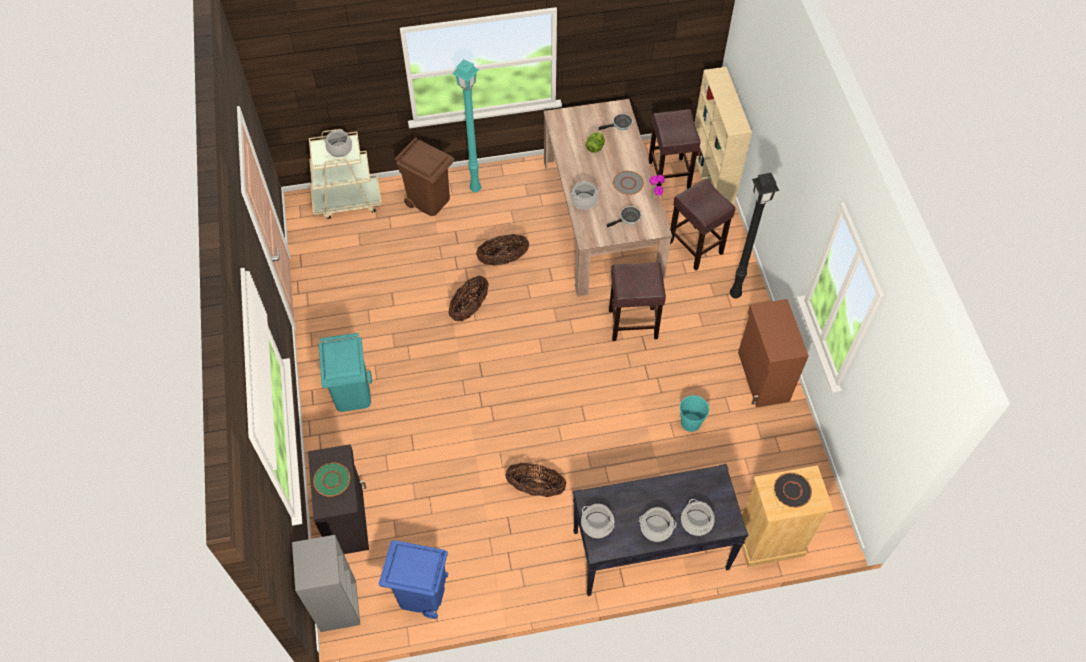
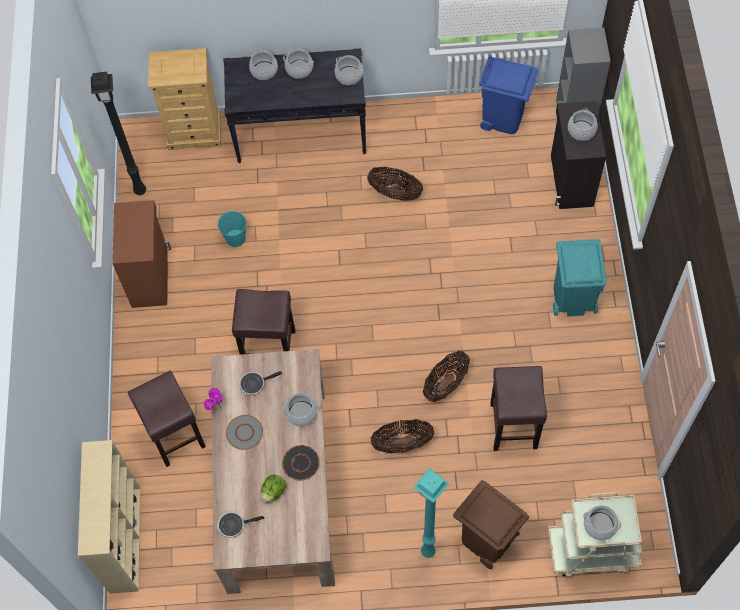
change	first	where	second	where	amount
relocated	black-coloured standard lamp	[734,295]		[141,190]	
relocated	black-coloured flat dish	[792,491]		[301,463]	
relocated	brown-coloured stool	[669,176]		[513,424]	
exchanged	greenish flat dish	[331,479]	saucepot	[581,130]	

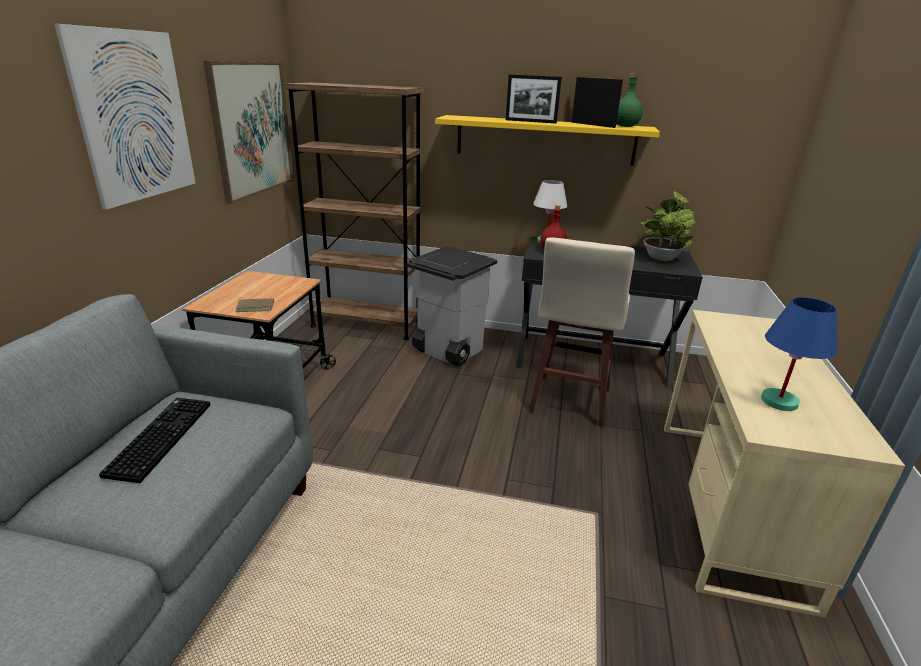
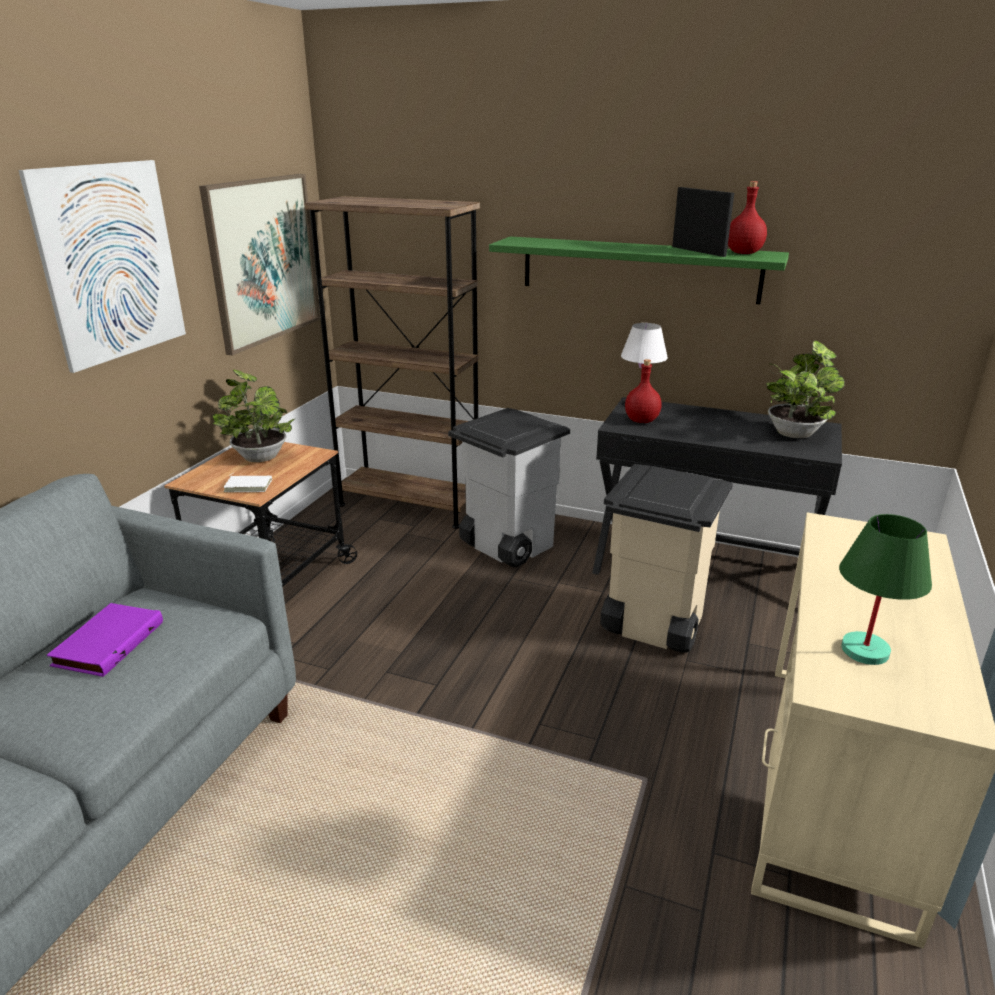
change	first	where	second	where	amount
exchanged	computer keyboard	[159,437]	purplish book	[107,643]	
appeared			houseplant	[259,456]	
colour	brown-coloured book	[256,306]	whitish book	[249,485]	
colour	yellow wall shelf	[544,140]	greenish wall shelf	[639,269]	
exchanged	sand-coloured stool	[569,402]	sand-coloured rubbish bin	[651,626]	
colour	greenish beverage bottle	[625,126]	reddish beverage bottle	[743,253]	
colour	bluish tabletop lamp	[779,401]	greenish tabletop lamp	[865,650]	
missing	standing frame	[530,121]			

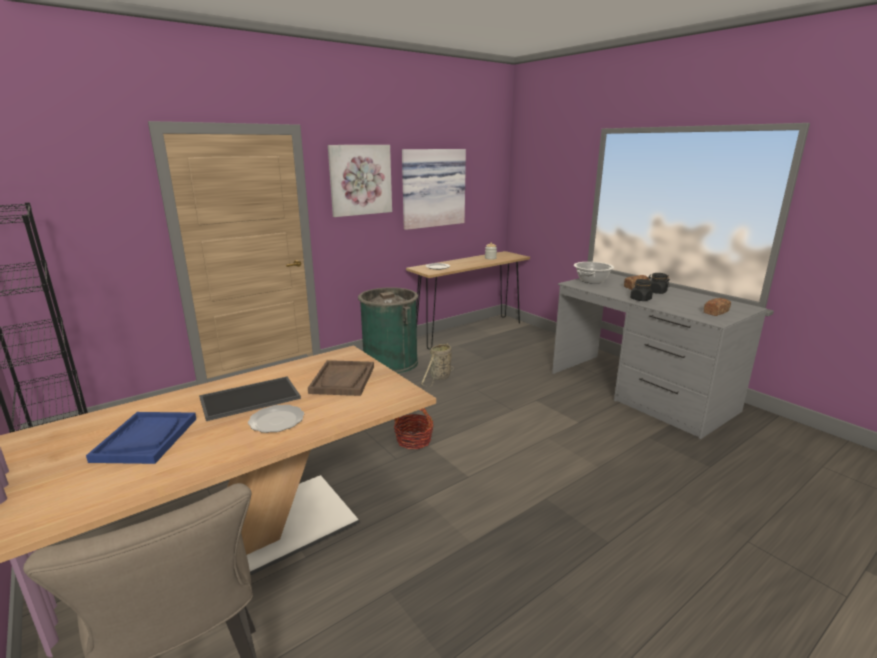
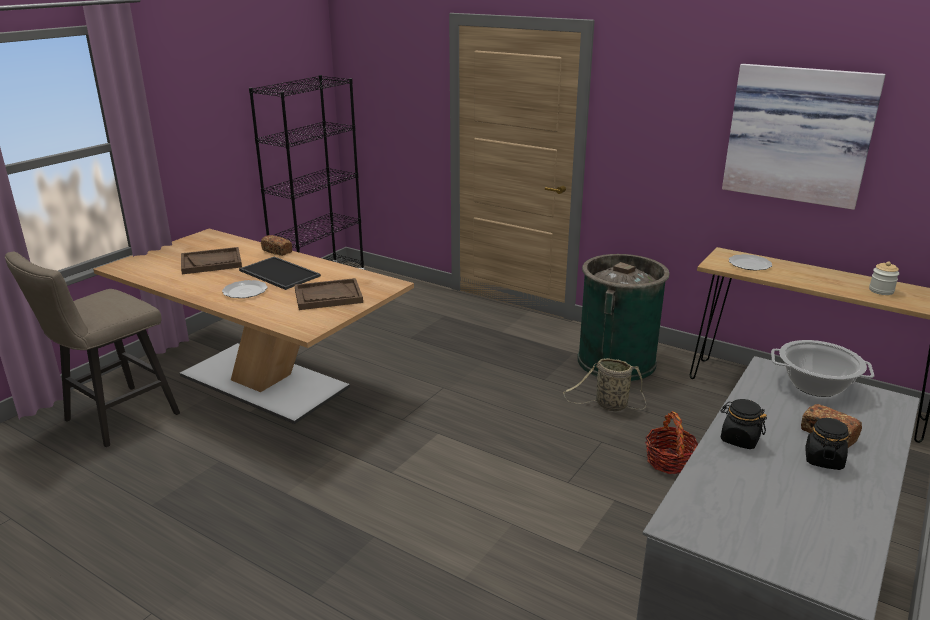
change	first	where	second	where	amount
colour	bluish carrying tray	[146,439]	brown-coloured carrying tray	[211,262]	
relocated	bread	[716,312]		[277,251]	
relocated	storage basket	[414,440]		[669,461]	
missing	wall picture	[360,180]			

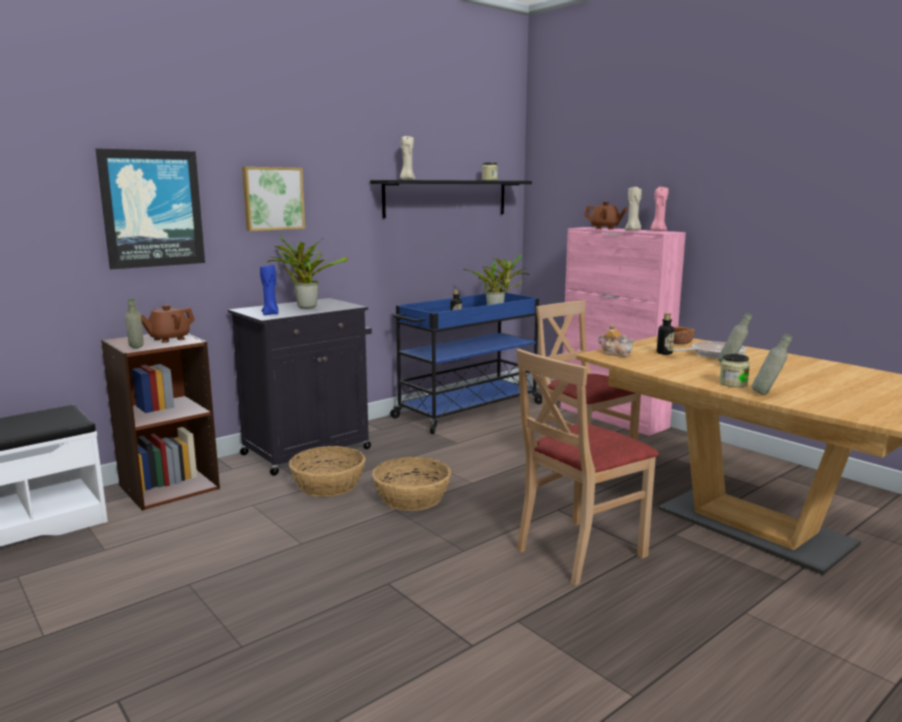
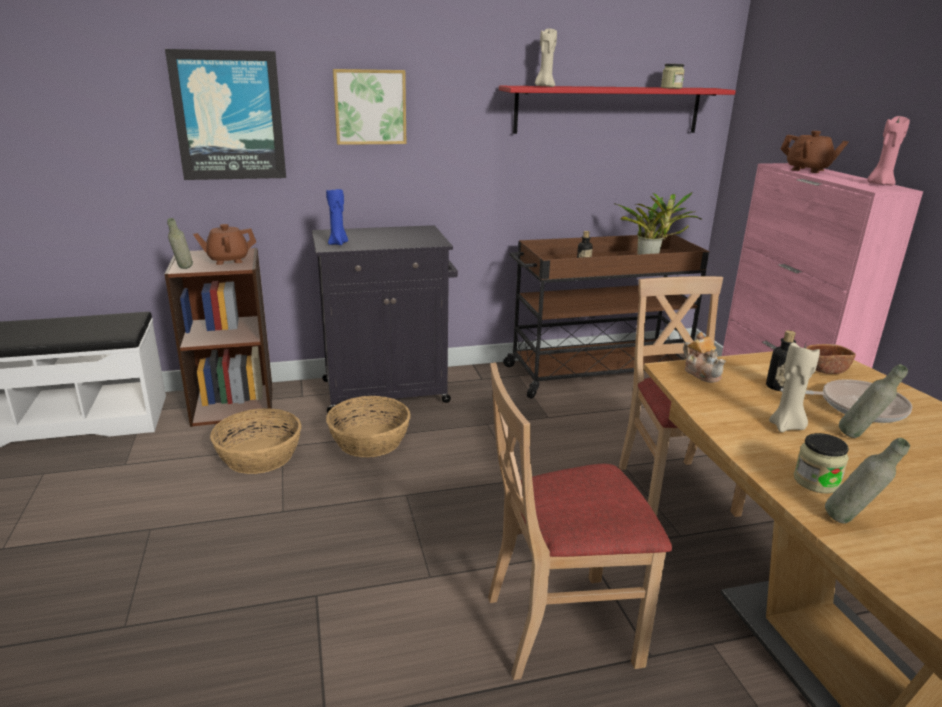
change	first	where	second	where	amount
relocated	storage basket	[412,498]		[259,456]	
colour	black-coloured wall shelf	[446,198]	reddish wall shelf	[608,110]	
colour	bluish trolley	[467,411]	brown-coloured trolley	[596,374]	
relocated	sand-coloured wax light	[633,230]		[787,427]	
missing	houseplant	[305,307]			

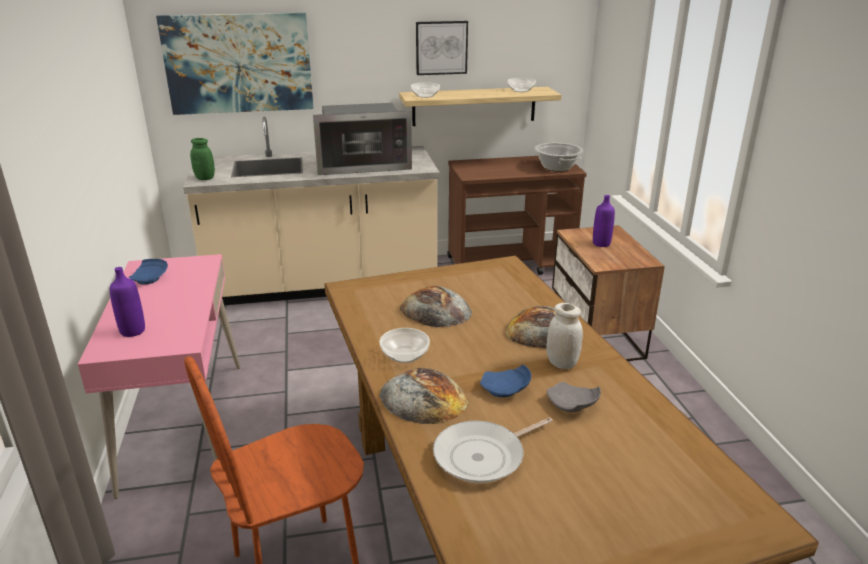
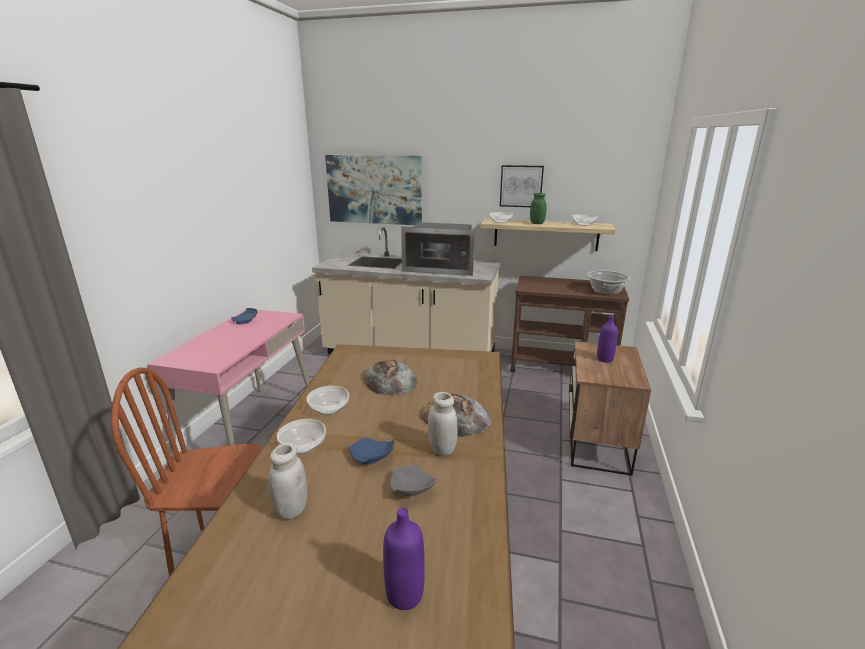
change	first	where	second	where	amount
exchanged	frying pan	[483,456]	whitish preserve jar	[291,509]	
exchanged	bread	[423,398]	deep dish	[303,445]	
relocated	purplish beverage bottle	[132,331]		[405,594]	
relocated	greenish preserve jar	[205,178]		[537,223]	

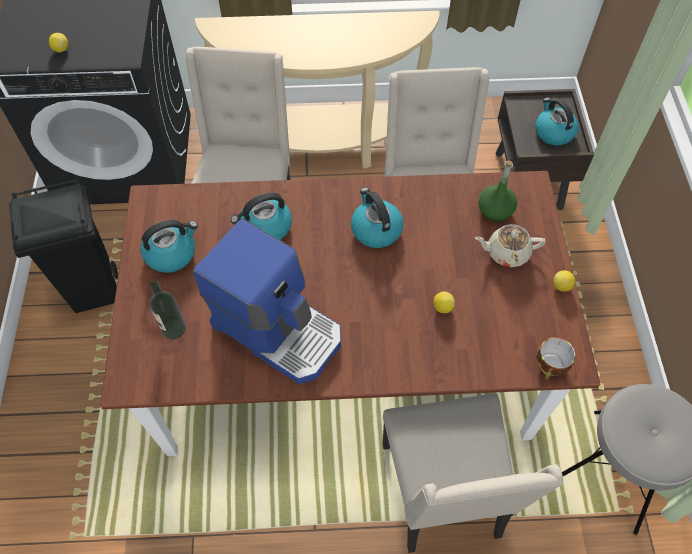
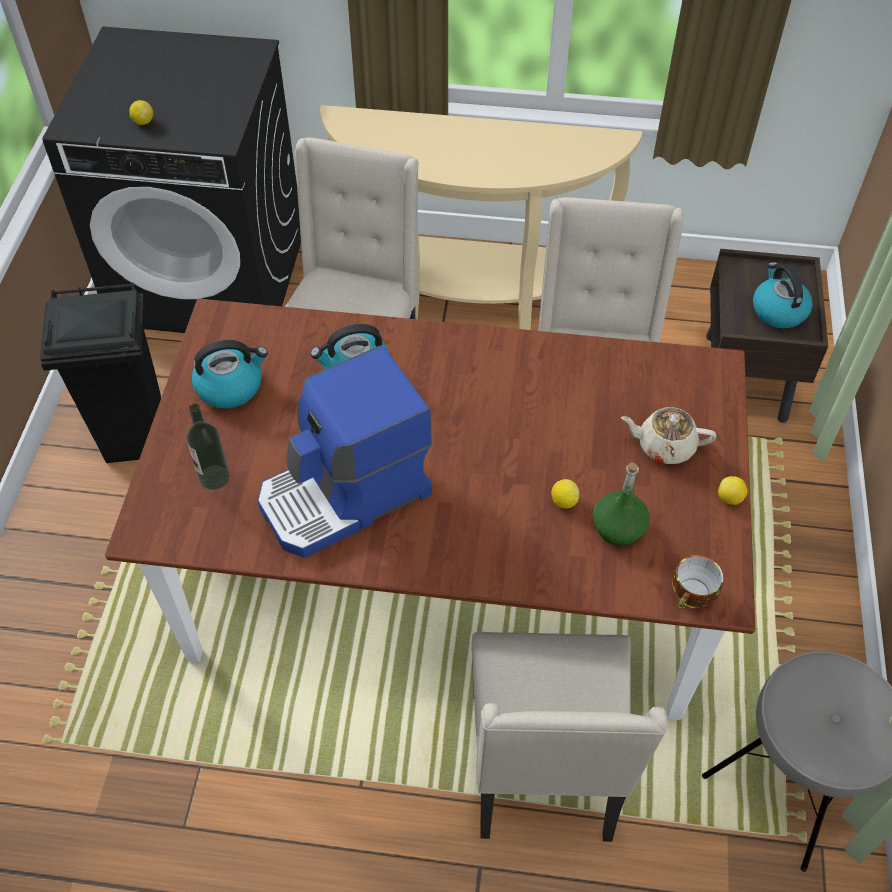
change	first	where	second	where	amount
spun	coffee maker	[279,329]		[346,496]	105 degrees clockwise
relocated	greenish beverage bottle	[495,210]		[618,528]	
missing	tea kettle	[375,229]			

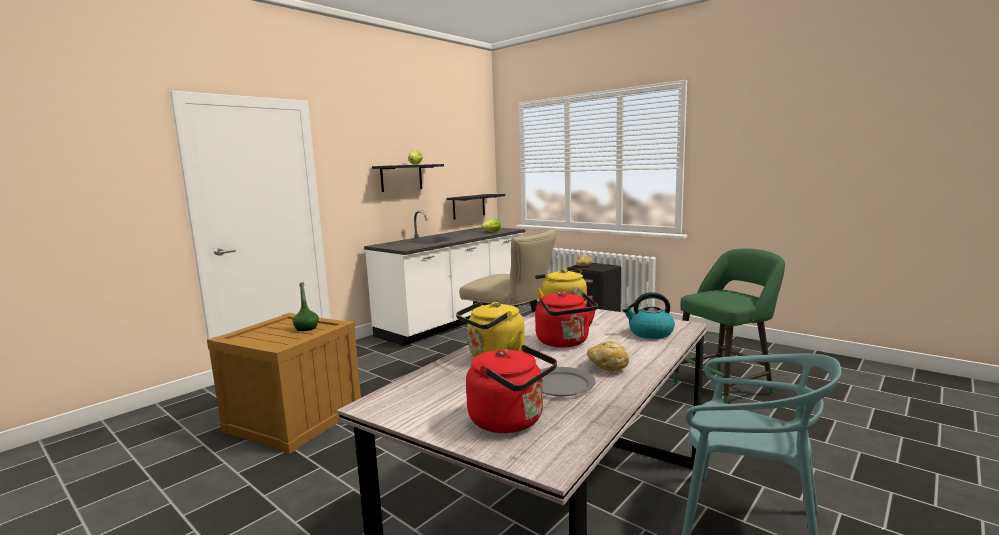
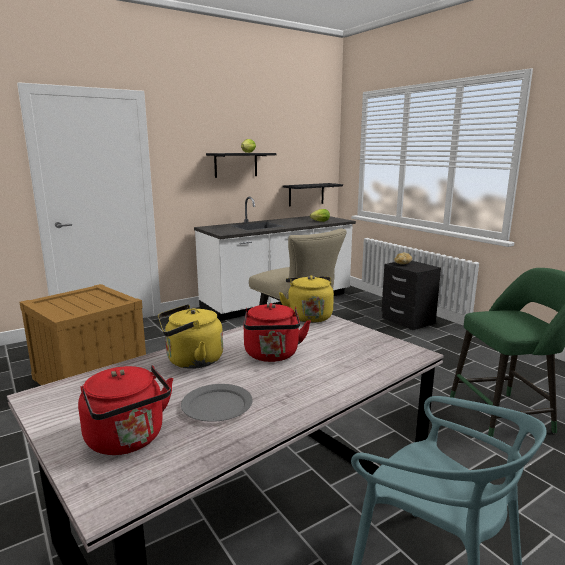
change	first	where	second	where	amount
missing	greenish beverage bottle	[306,328]			
missing	bread	[608,367]			
missing	tea kettle	[650,333]			

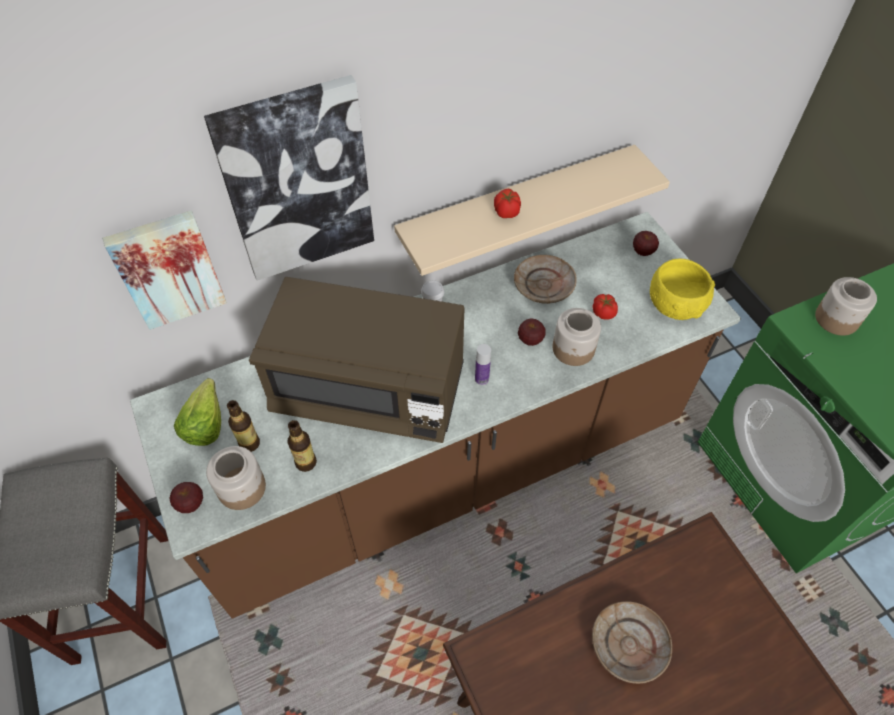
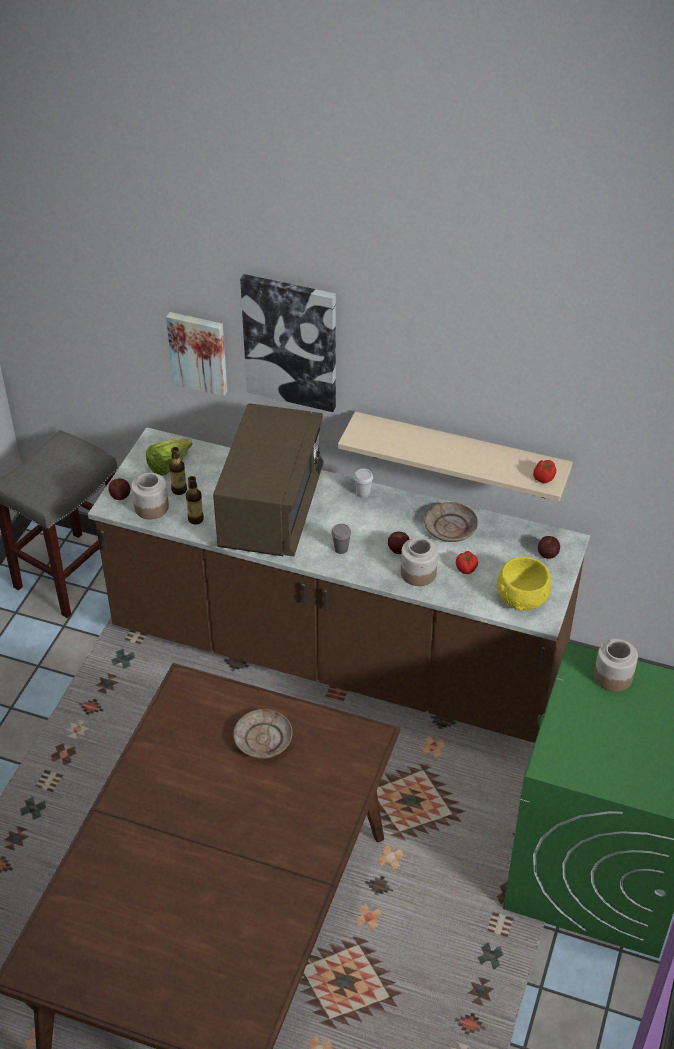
change	first	where	second	where	amount
spun	brown-coloured microwave	[369,390]		[271,509]	135 degrees counterclockwise
exchanged	beverage bottle	[481,379]	grey cup	[341,549]	
relocated	tomato	[506,212]		[543,478]	

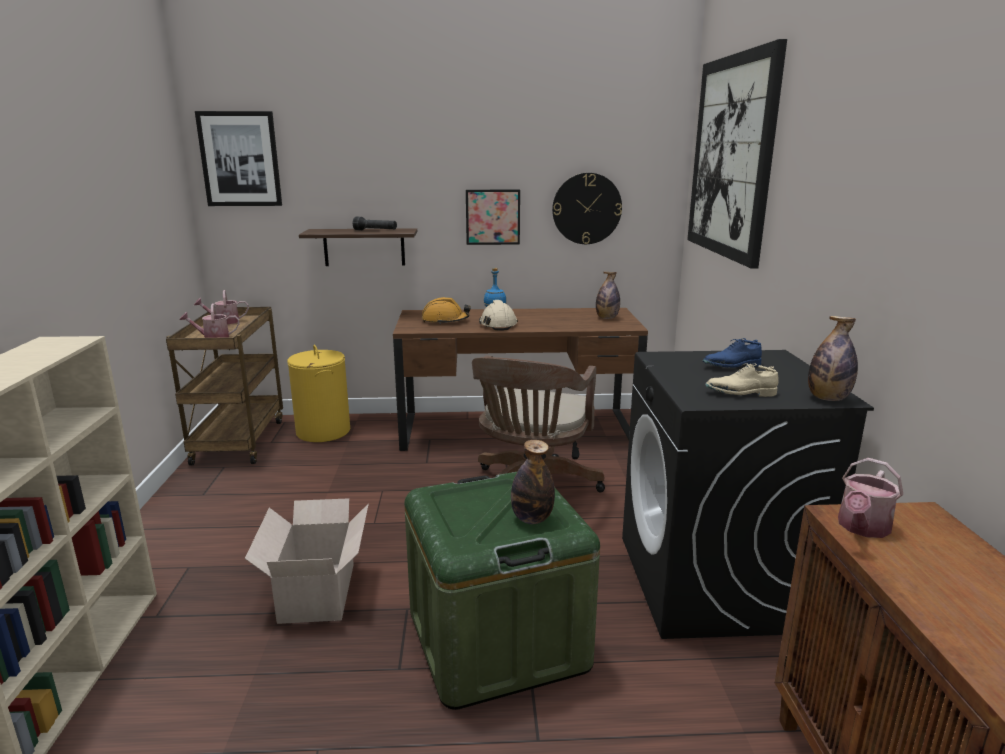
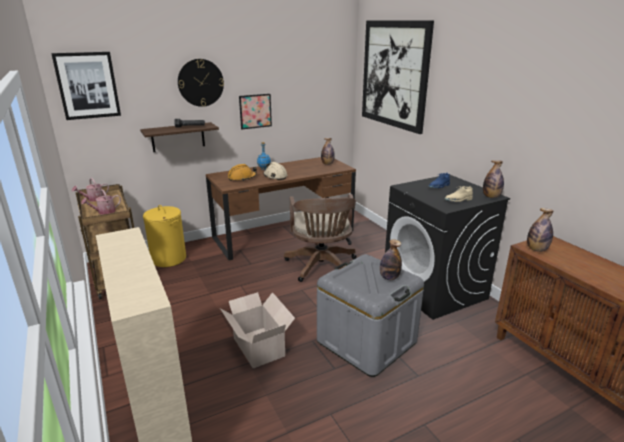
change	first	where	second	where	amount
relocated	hanging clock	[586,208]		[200,82]	
colour	greenish storage bin	[497,640]	grey storage bin	[366,341]	
exchanged	sprinkling can	[861,528]	beverage bottle	[536,249]	

